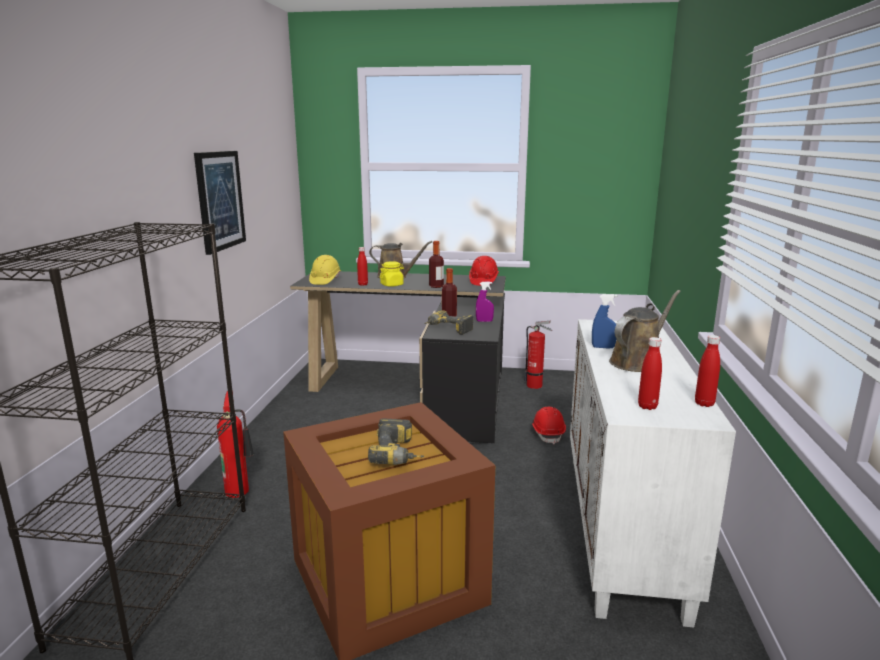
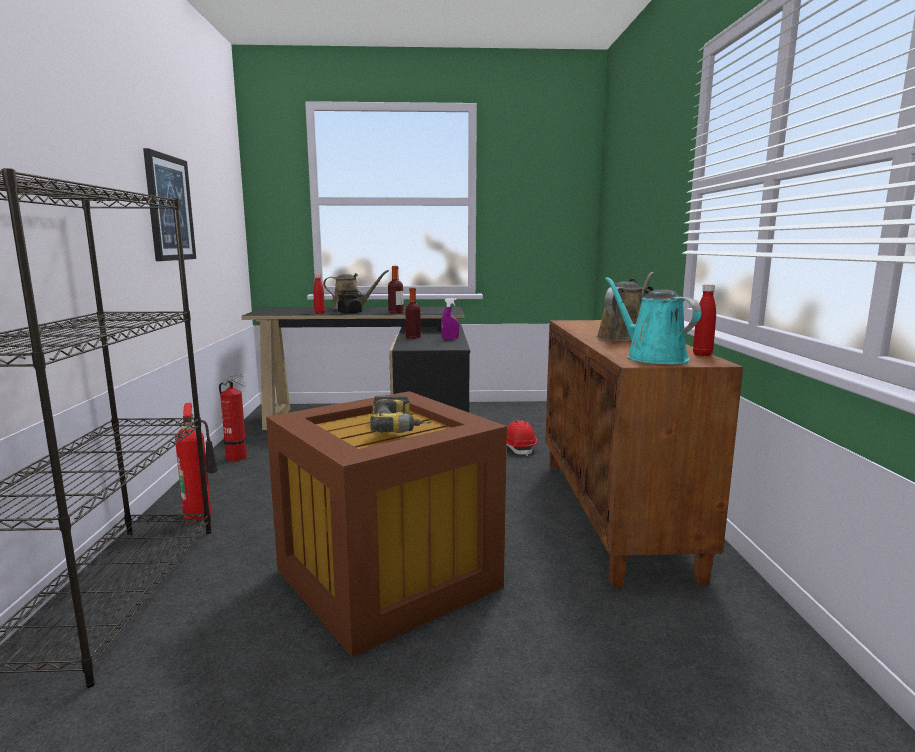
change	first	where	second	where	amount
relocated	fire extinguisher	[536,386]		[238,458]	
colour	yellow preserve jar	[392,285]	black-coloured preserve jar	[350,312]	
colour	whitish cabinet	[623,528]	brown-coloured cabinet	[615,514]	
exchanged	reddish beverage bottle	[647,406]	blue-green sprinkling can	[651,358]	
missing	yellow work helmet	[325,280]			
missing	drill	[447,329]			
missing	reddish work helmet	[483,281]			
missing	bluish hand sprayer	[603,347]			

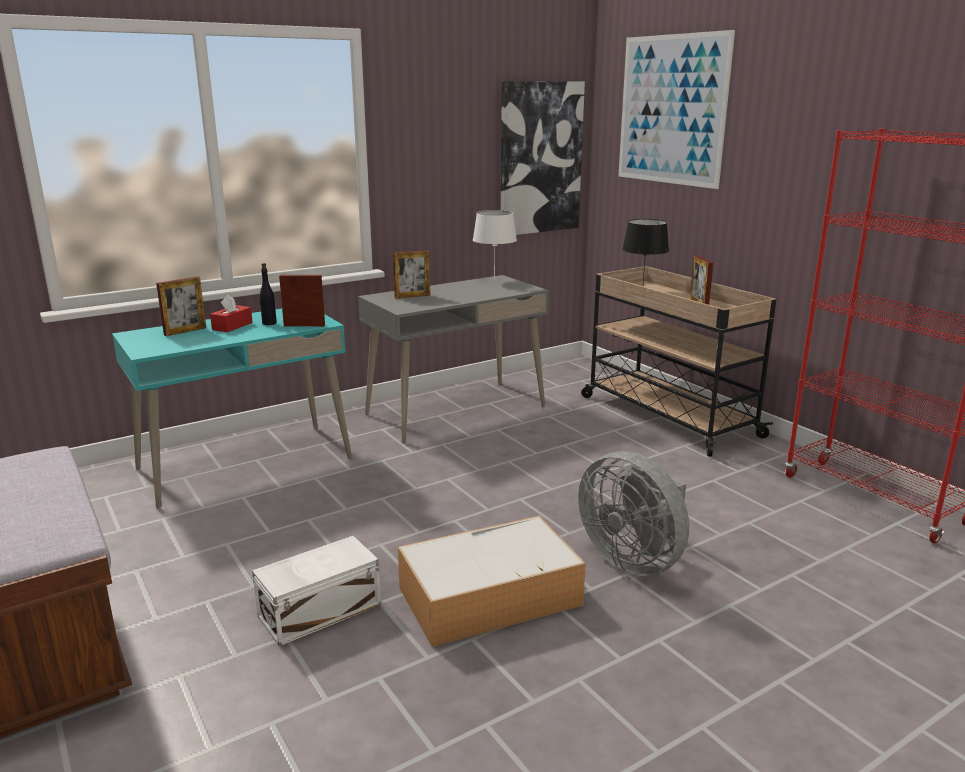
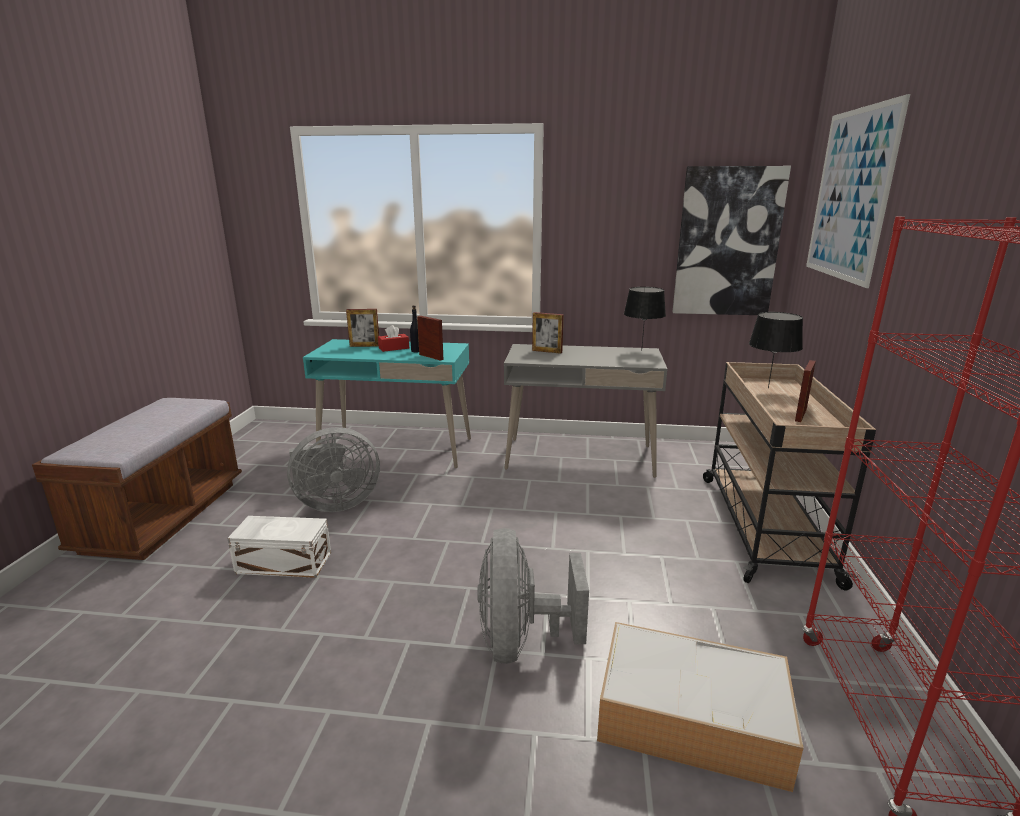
change	first	where	second	where	amount
appeared			grey cooling fan	[334,504]	
relocated	storage bin	[491,595]		[694,718]	
colour	whitish tabletop lamp	[494,279]	black-coloured tabletop lamp	[641,350]	

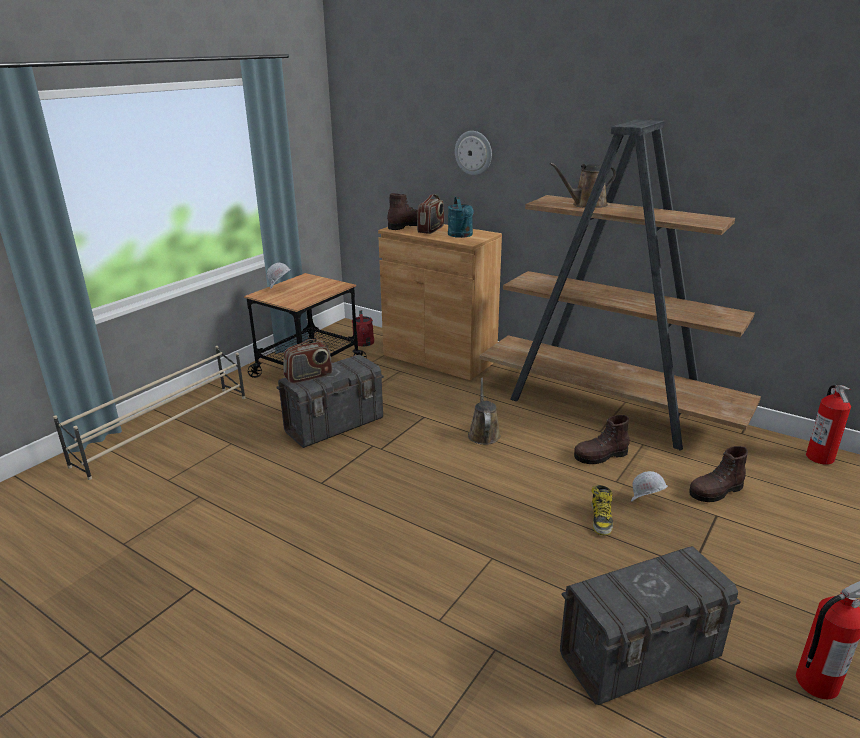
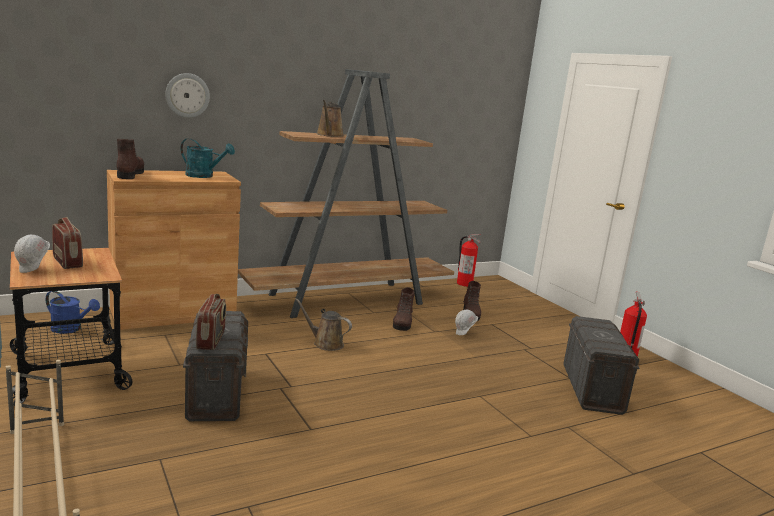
change	first	where	second	where	amount
colour	reddish sprinkling can	[364,343]	bluish sprinkling can	[71,329]	
relocated	radio receiver	[431,229]		[68,262]	
missing	boot	[601,519]			

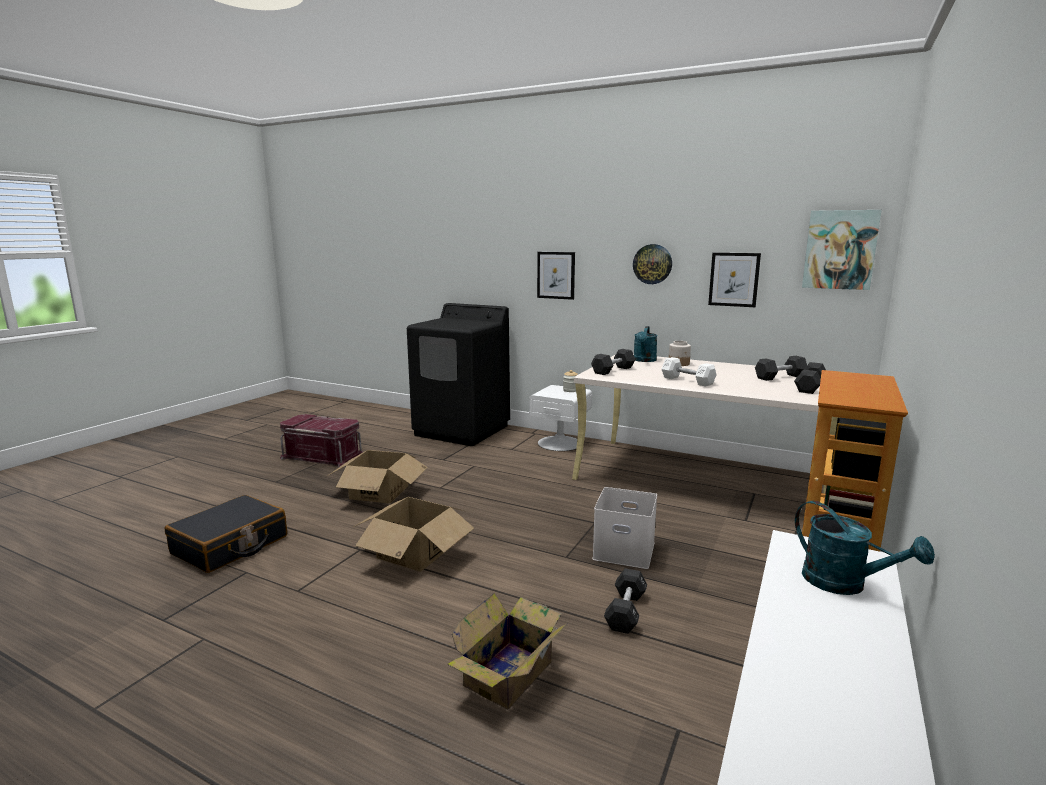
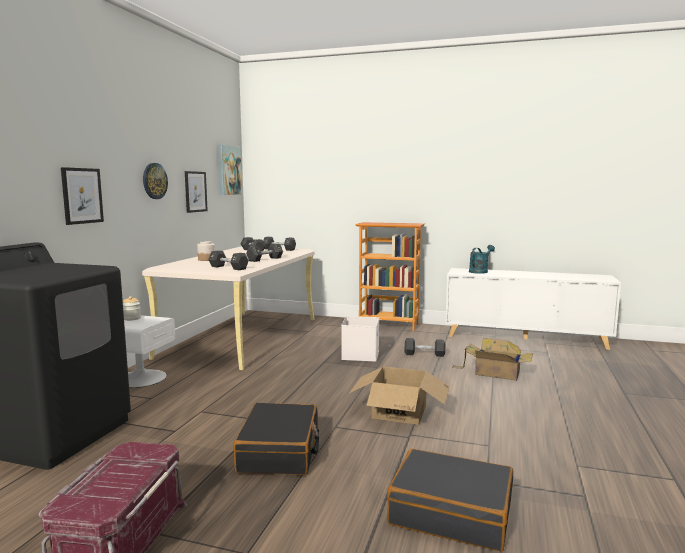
change	first	where	second	where	amount
exchanged	packing box	[380,492]	black-coloured suitcase	[280,451]	
colour	whitish free weight	[687,381]	black-coloured free weight	[265,259]	
missing	blue-green sprinkling can	[644,360]			

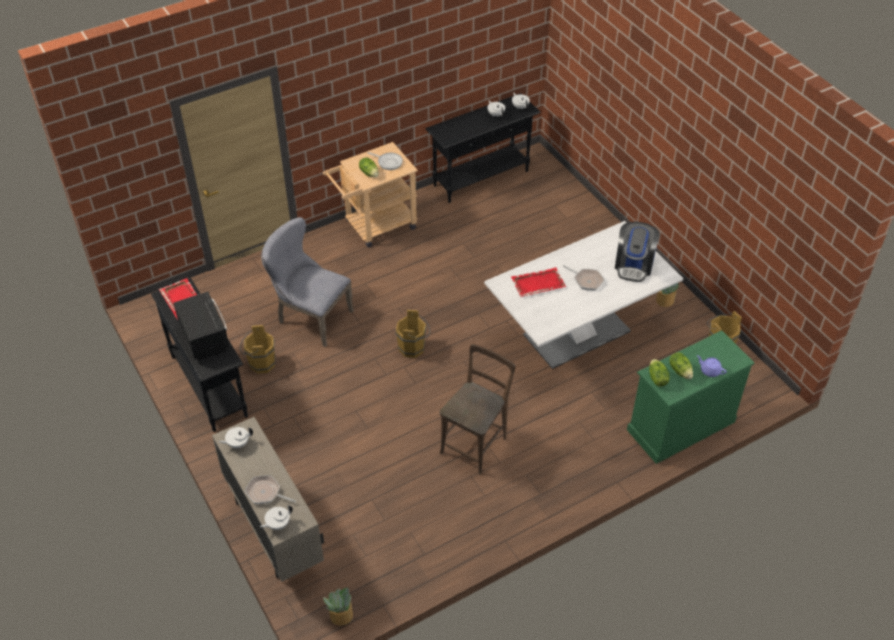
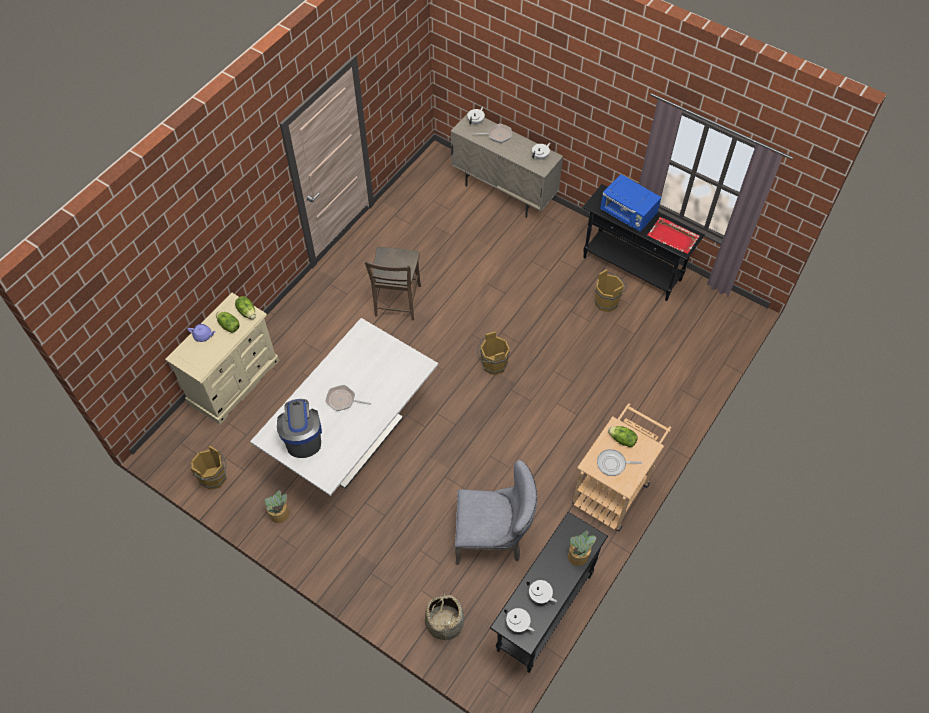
change	first	where	second	where	amount
colour	greenish drawer chest	[680,426]	sand-coloured drawer chest	[234,381]	
appeared			storage basket	[444,622]	
relocated	grey plain chair	[310,317]		[493,538]	
relocated	houseplant	[340,615]		[579,555]	
colour	black-coloured microwave	[205,337]	bluish microwave	[628,214]	
missing	reddish carrying tray	[537,283]			

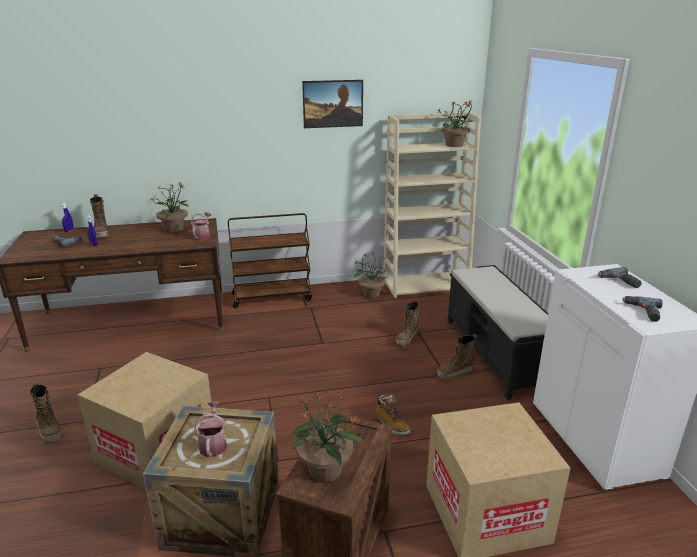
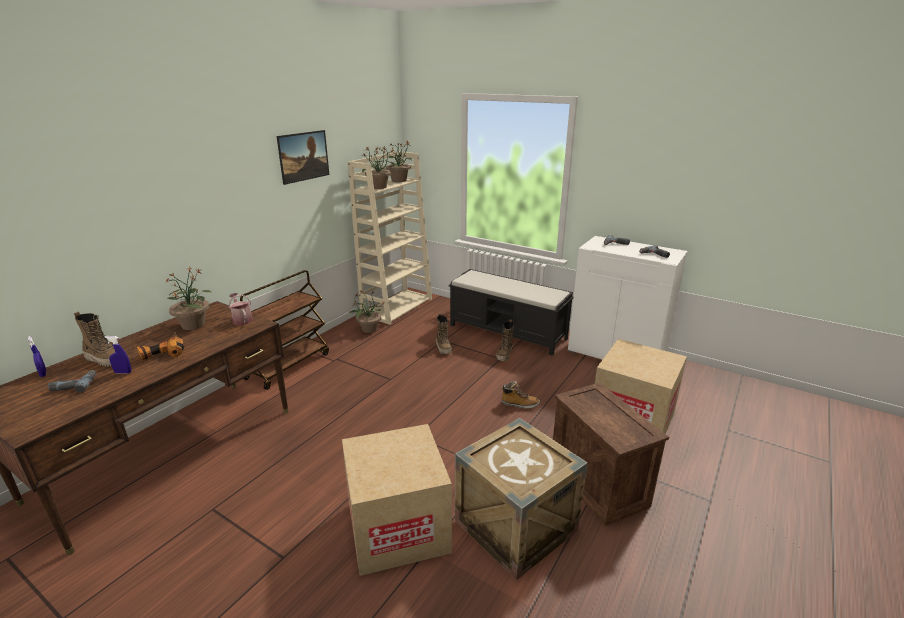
change	first	where	second	where	amount
appeared			drill	[162,351]	
relocated	houseplant	[325,470]		[379,187]	
missing	boot	[50,431]			
missing	sprinkling can	[213,444]			

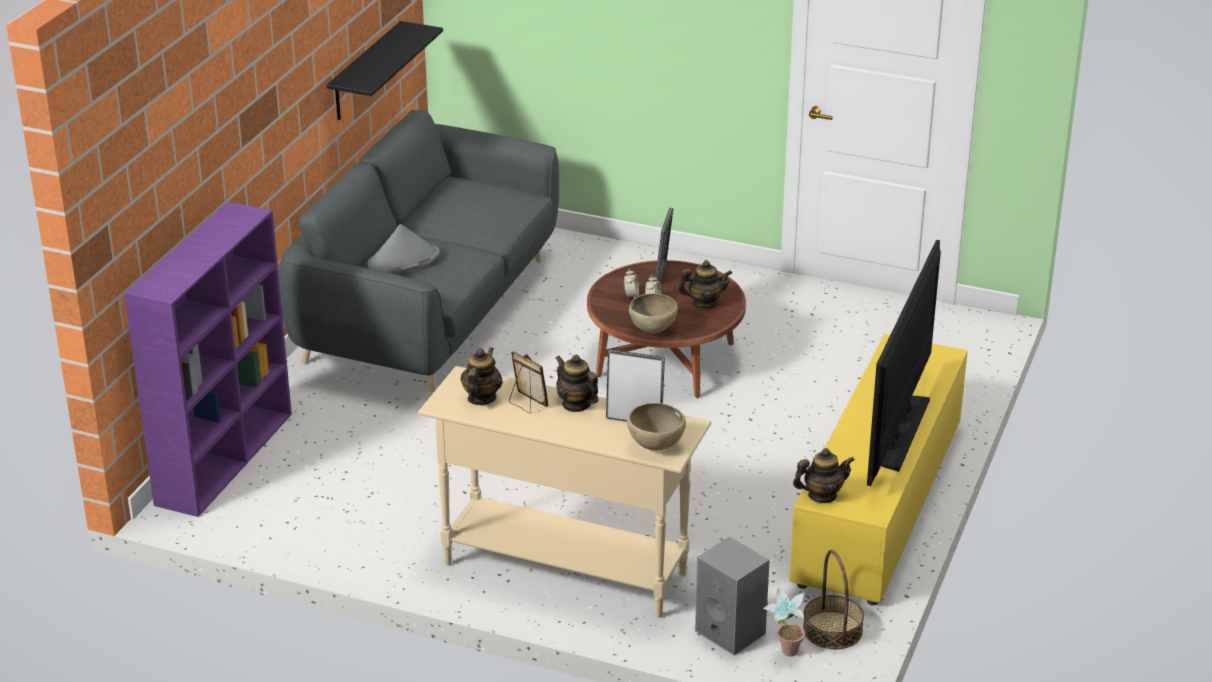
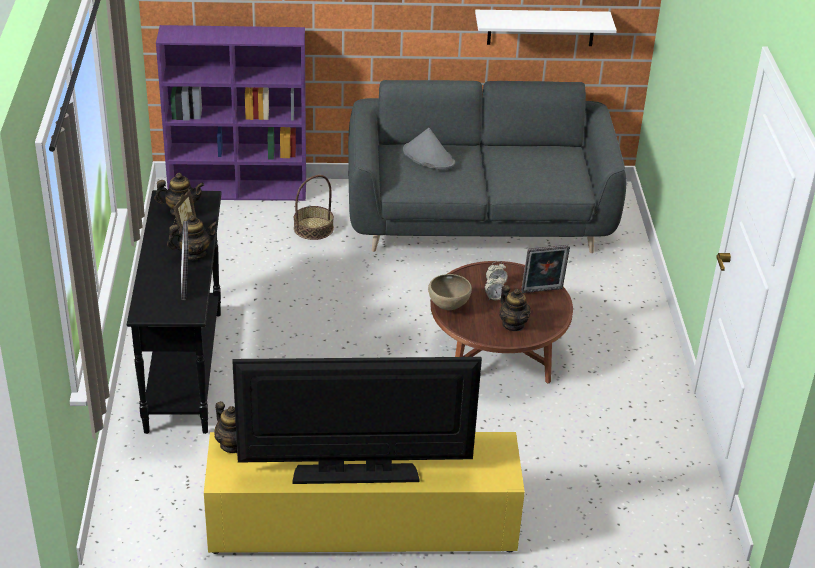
change	first	where	second	where	amount
colour	sand-coloured hall table	[564,568]	black-coloured hall table	[185,370]	
spun	pot for tea	[576,404]		[194,254]	45 degrees clockwise
relocated	storage basket	[832,630]		[313,228]	
colour	black-coloured wall shelf	[365,72]	whitish wall shelf	[541,27]	
missing	brown-coloured deep dish	[655,447]			
missing	grey speaker	[732,632]			
missing	houseplant	[784,653]			

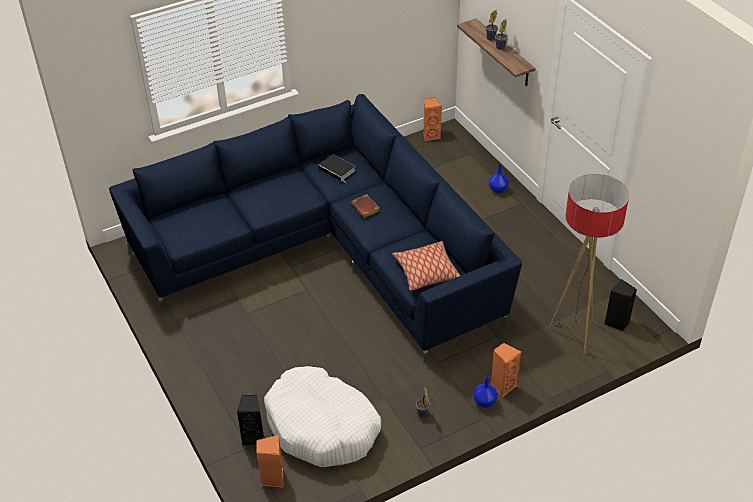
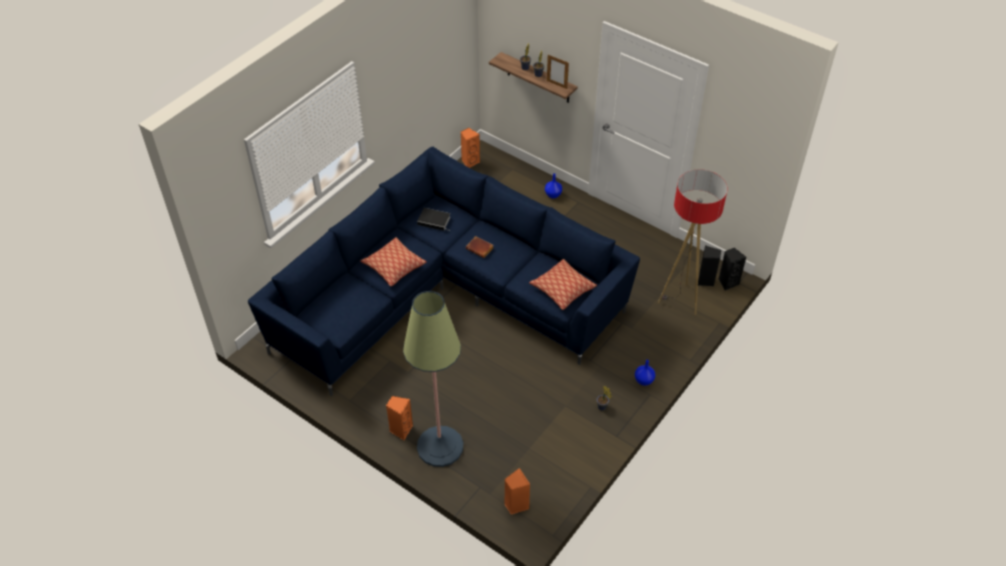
change	first	where	second	where	amount
appeared			throw pillow	[394,266]	
relocated	orange-coloured speaker	[503,385]		[401,430]	
appeared			standard lamp	[440,446]	
appeared			standing frame	[557,84]	
relocated	black-coloured speaker	[254,437]		[727,282]	
missing	whitish dog cushion	[322,426]			

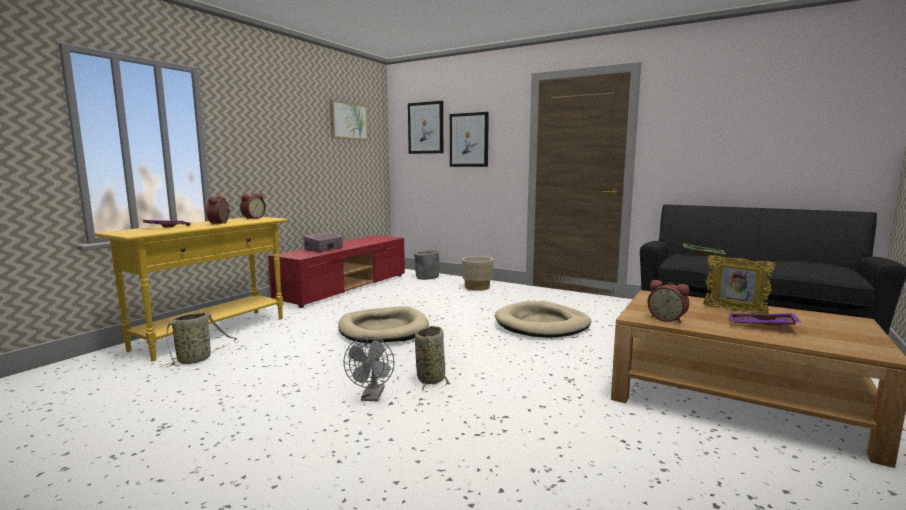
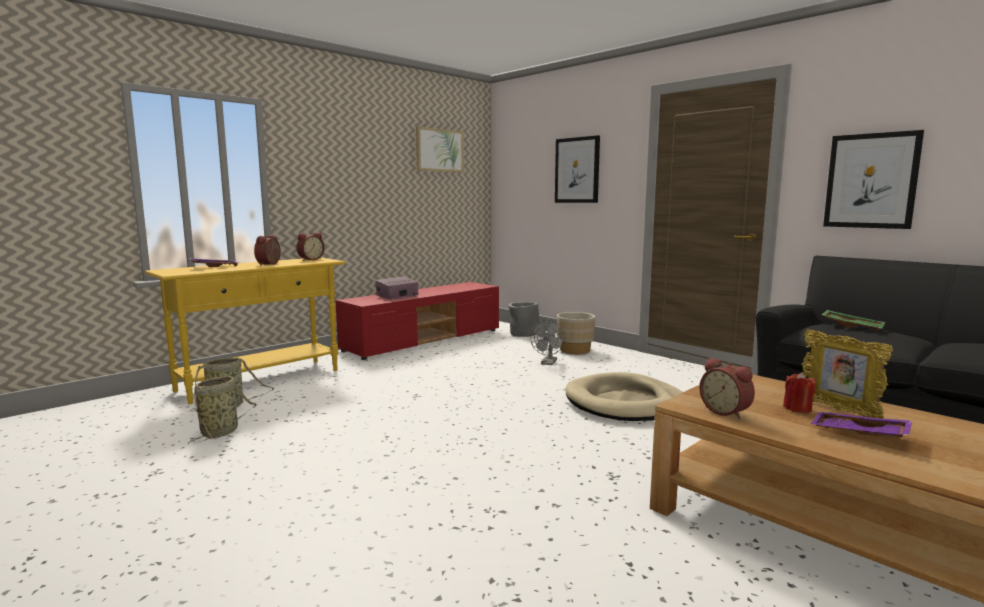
change	first	where	second	where	amount
relocated	storage basket	[431,378]		[221,432]	
relocated	grey cooling fan	[372,397]		[548,363]	
appeared			reddish wax light	[797,408]	
relocated	wall picture	[426,128]		[871,181]	
missing	sand-coloured dog cushion	[383,329]			

